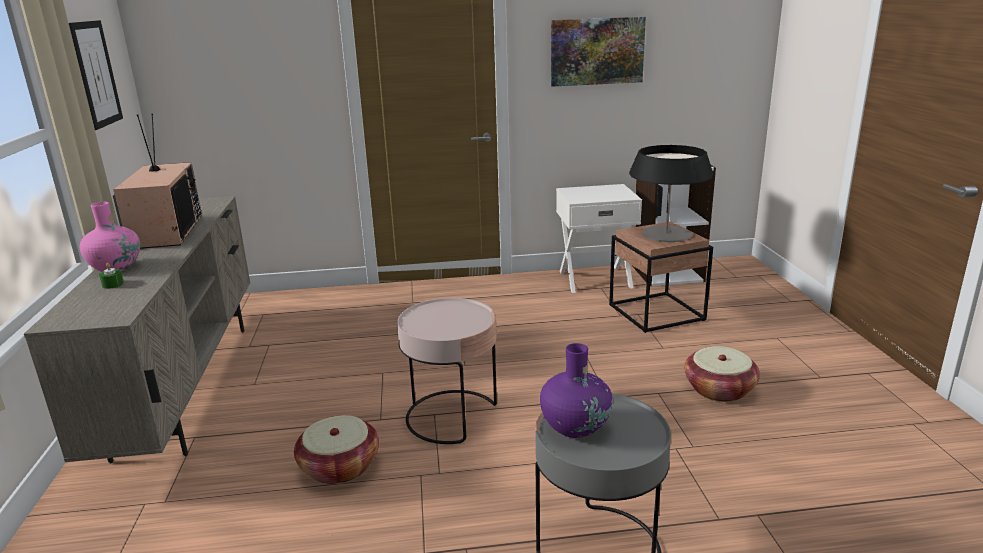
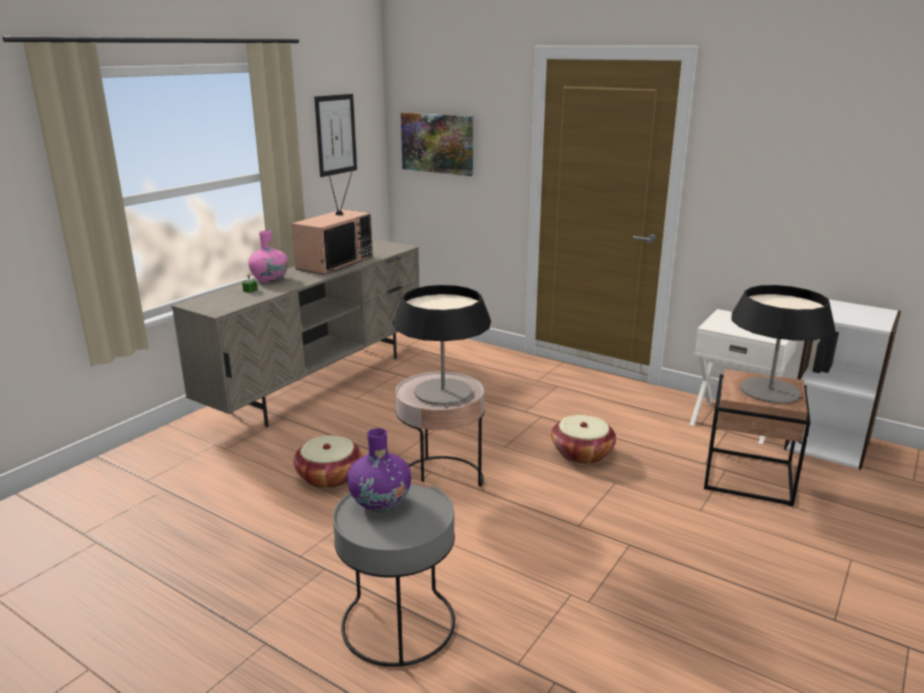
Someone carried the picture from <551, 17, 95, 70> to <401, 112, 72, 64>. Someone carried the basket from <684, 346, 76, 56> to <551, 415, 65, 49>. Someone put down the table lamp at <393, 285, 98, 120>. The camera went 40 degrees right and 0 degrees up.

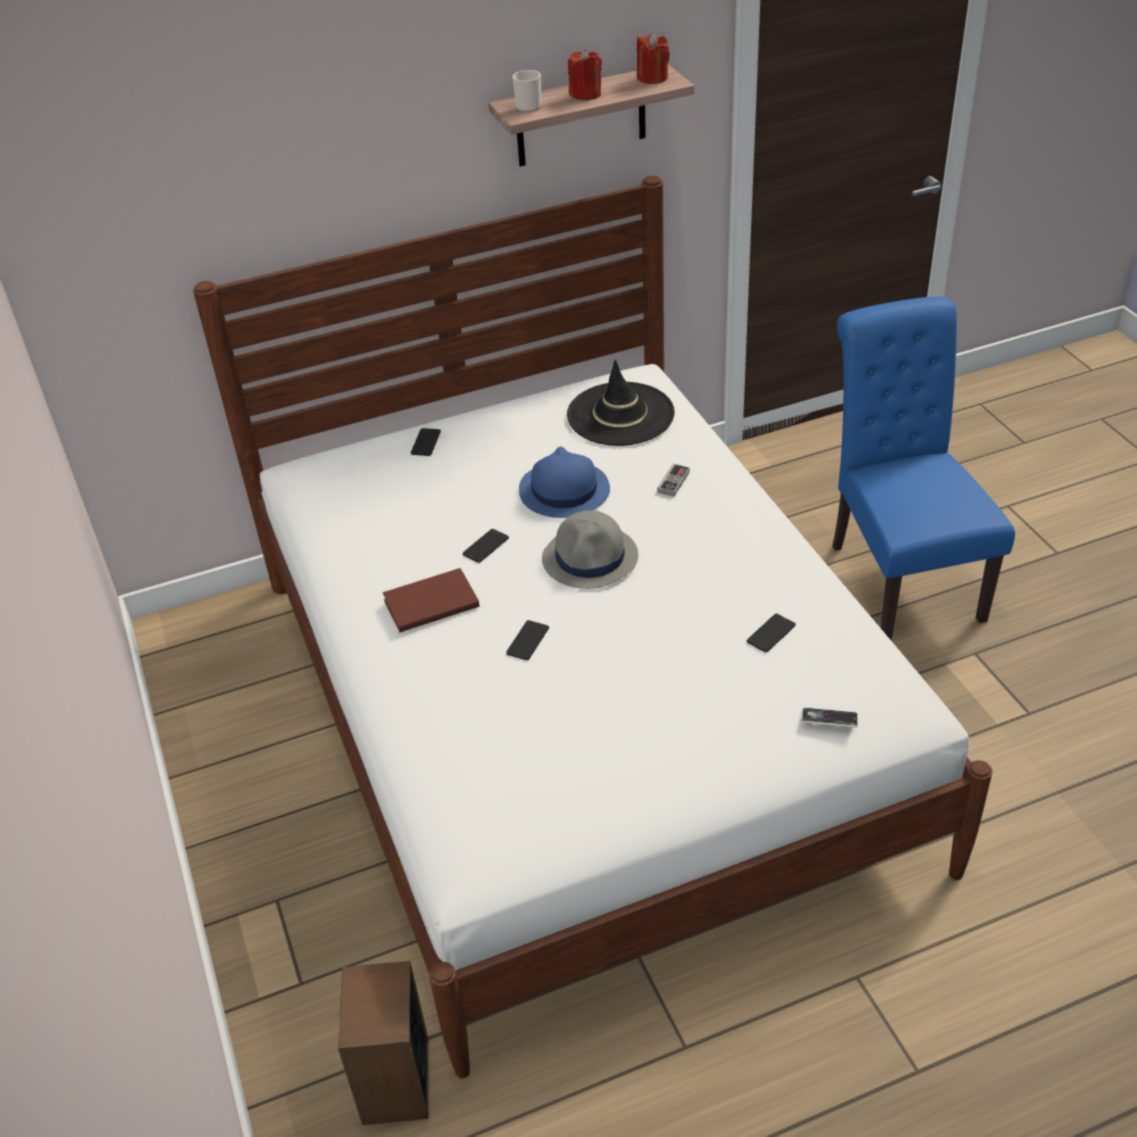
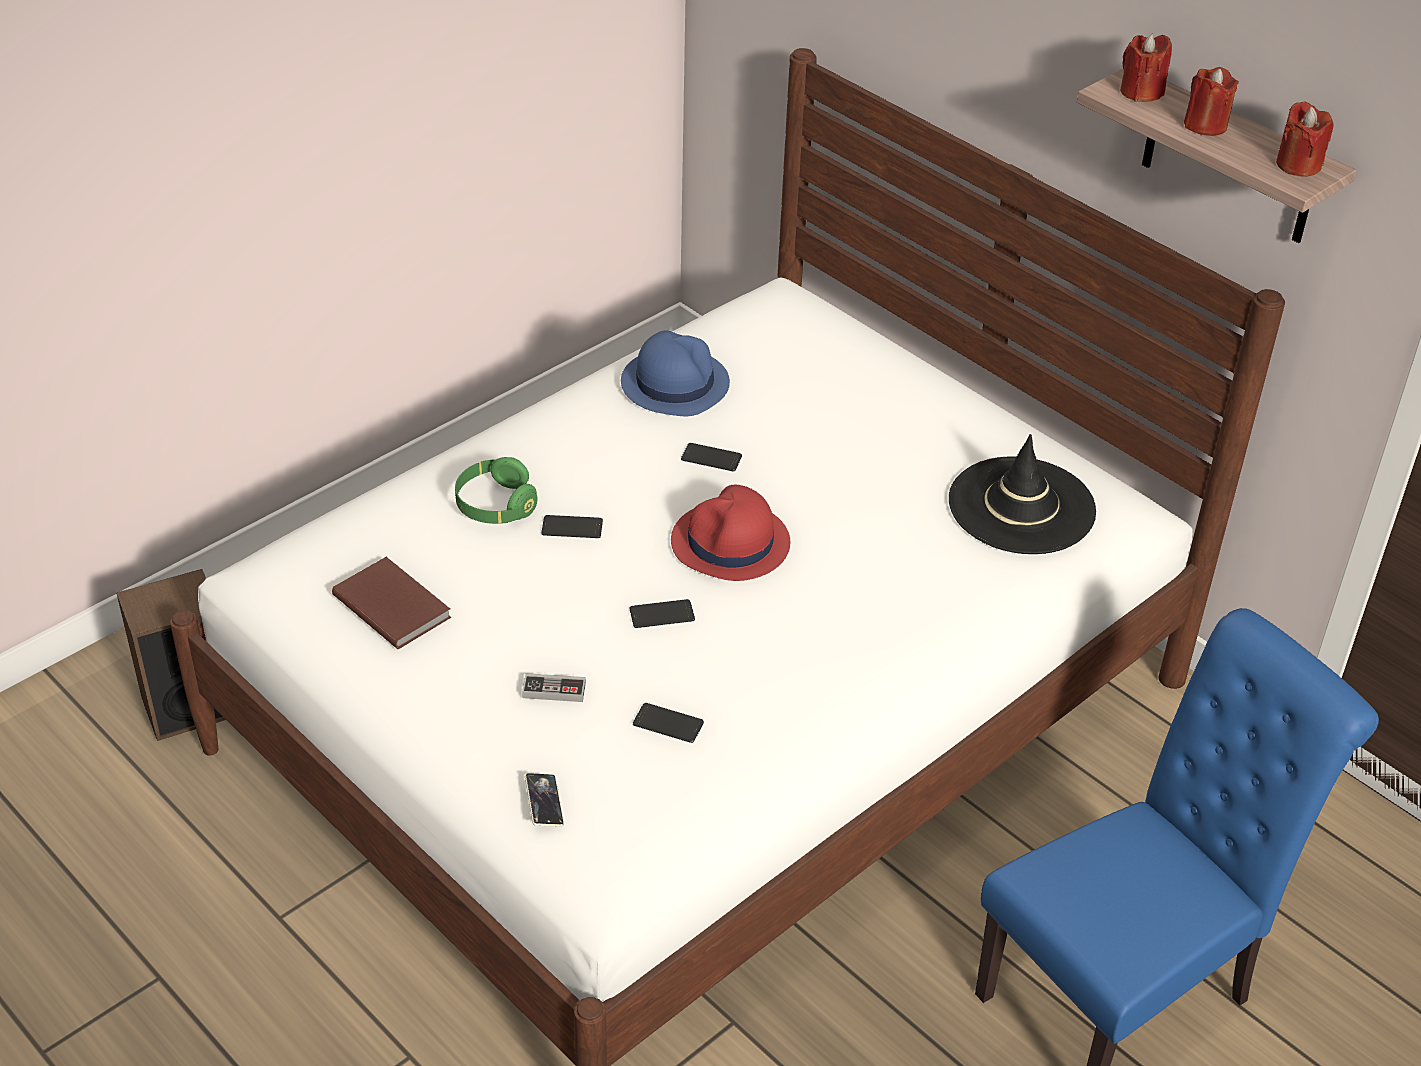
Someone carried the brown book from <382, 568, 98, 64> to <332, 557, 119, 92>. Someone carried the phone from <411, 428, 30, 28> to <630, 599, 65, 29>. Someone swapped the mug at <513, 70, 28, 42> for the red candle at <1120, 34, 52, 68>. Someone carried the blue hat from <519, 446, 91, 72> to <621, 330, 109, 86>. Someone repainted the grey hat at <542, 510, 96, 79>, which became the red hat at <671, 484, 119, 97>. Someone carried the game controller from <657, 464, 33, 33> to <522, 673, 64, 29>. Someone put down the green headphones at <455, 457, 83, 67>. The camera went 65 degrees right and 0 degrees up.

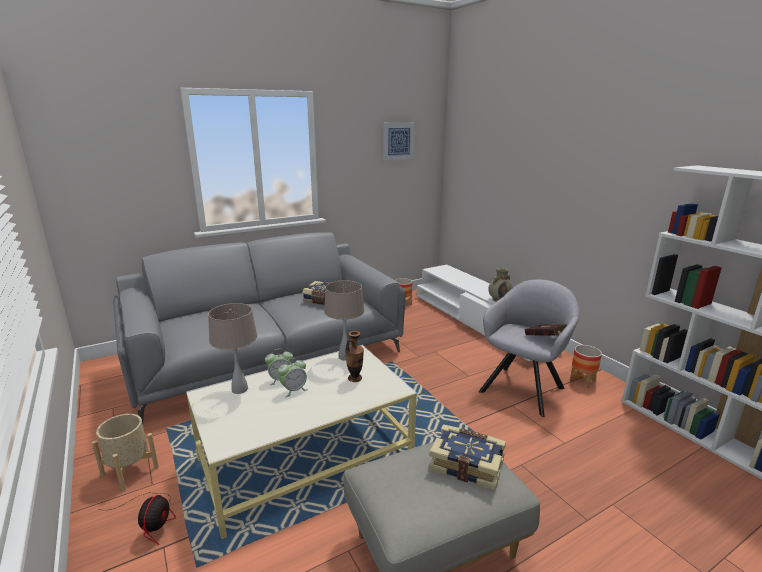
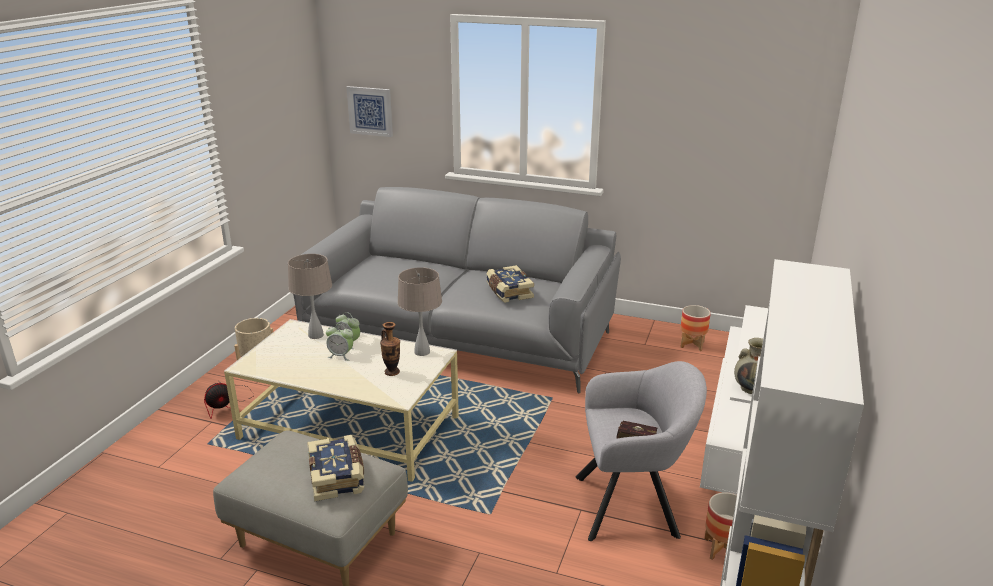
Someone carried the picture from <383, 123, 32, 37> to <346, 86, 47, 51>. The camera went 50 degrees right and 5 degrees up.

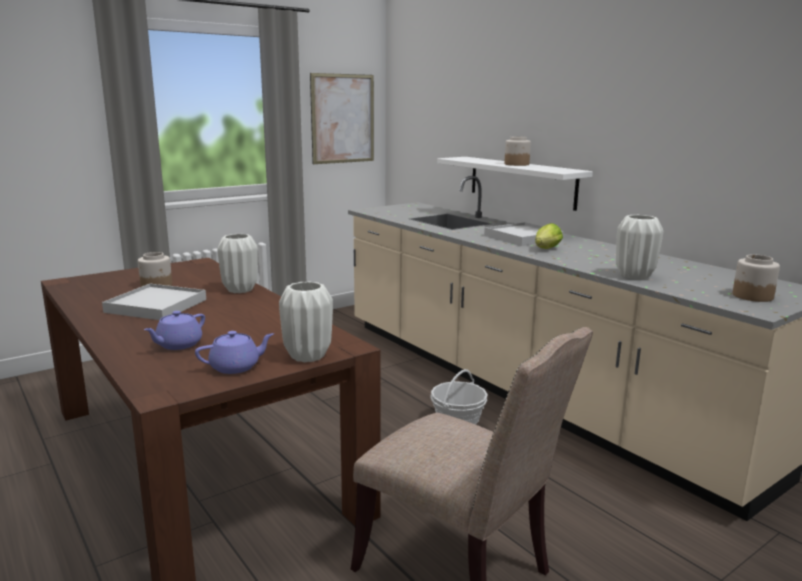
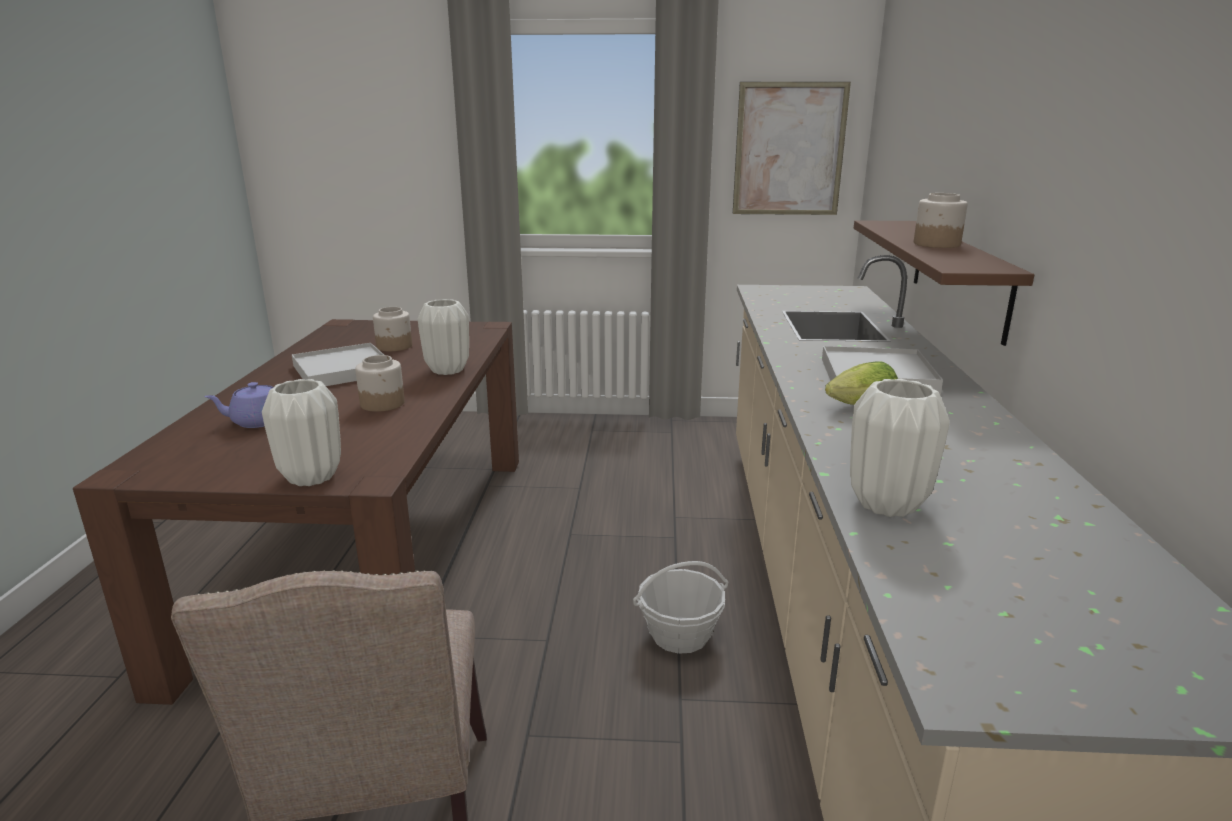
Someone took away the purple teapot at <195, 331, 79, 43>. Someone repainted the white shelf at <437, 157, 156, 54>, which became the brown shelf at <854, 220, 180, 126>. Someone carried the jar from <733, 255, 47, 47> to <355, 355, 50, 57>. The camera went 40 degrees right and 5 degrees up.

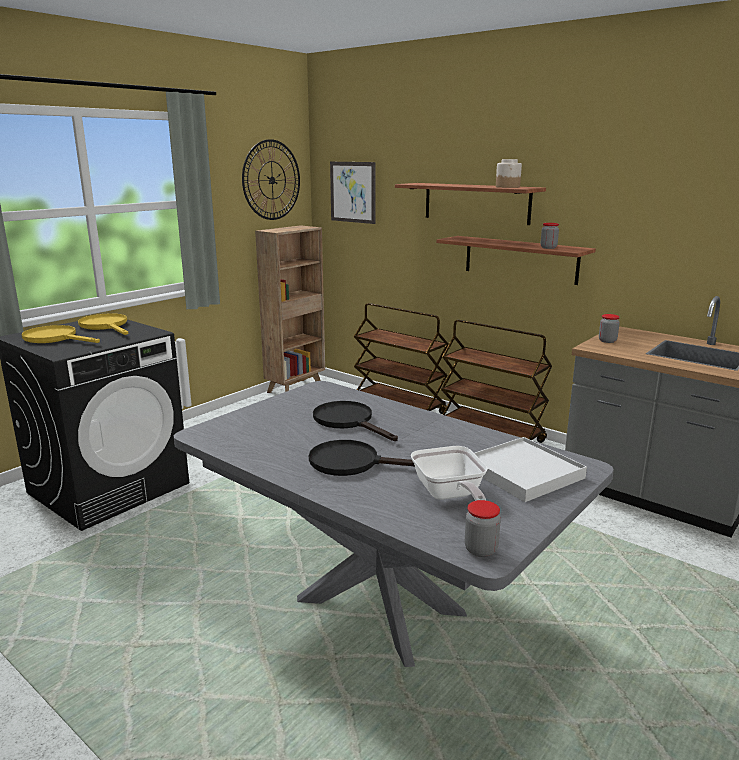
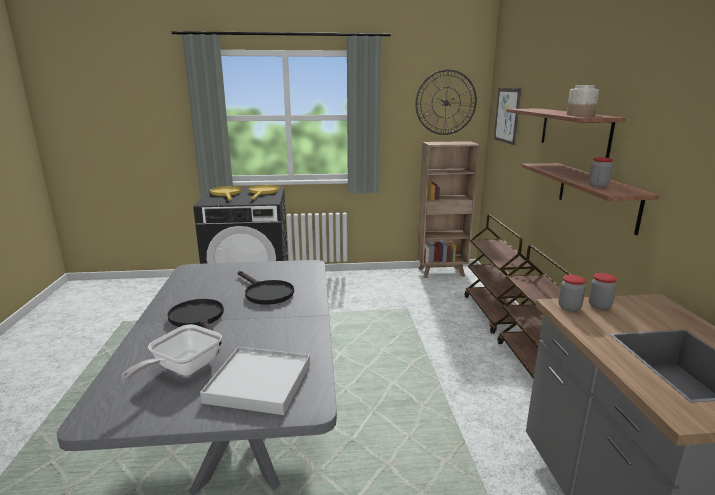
Someone rotated the black frying pan at <313, 401, 85, 40> by 135 degrees clockwise. Someone carried the jar from <465, 500, 36, 57> to <558, 275, 28, 36>. The camera went 45 degrees right and 0 degrees up.

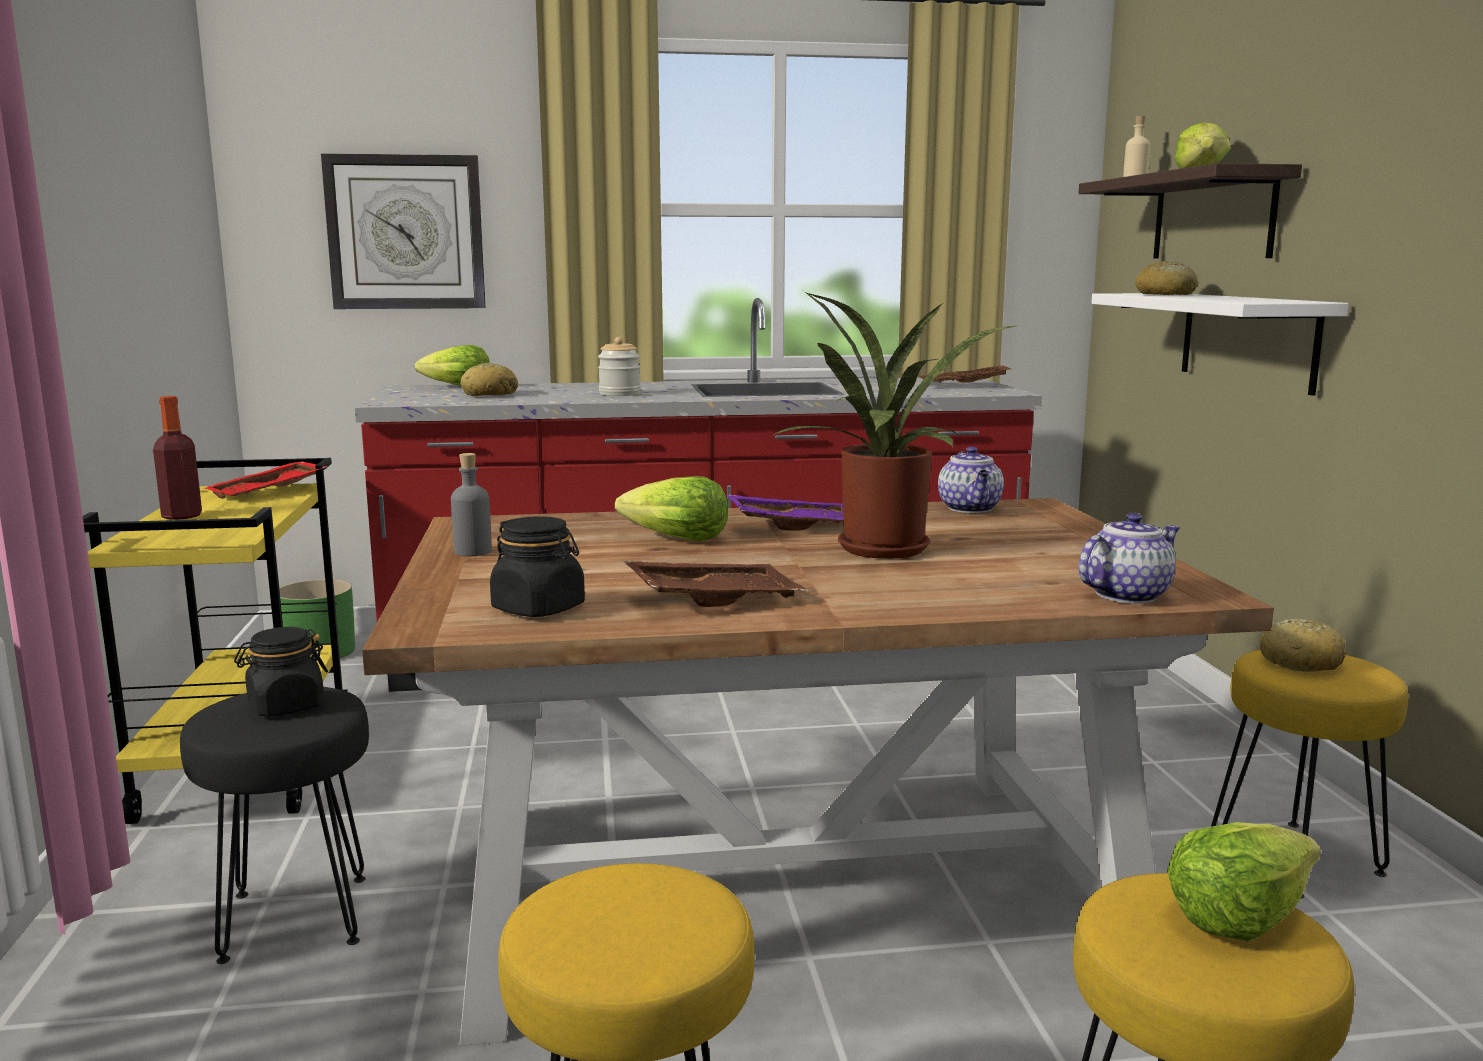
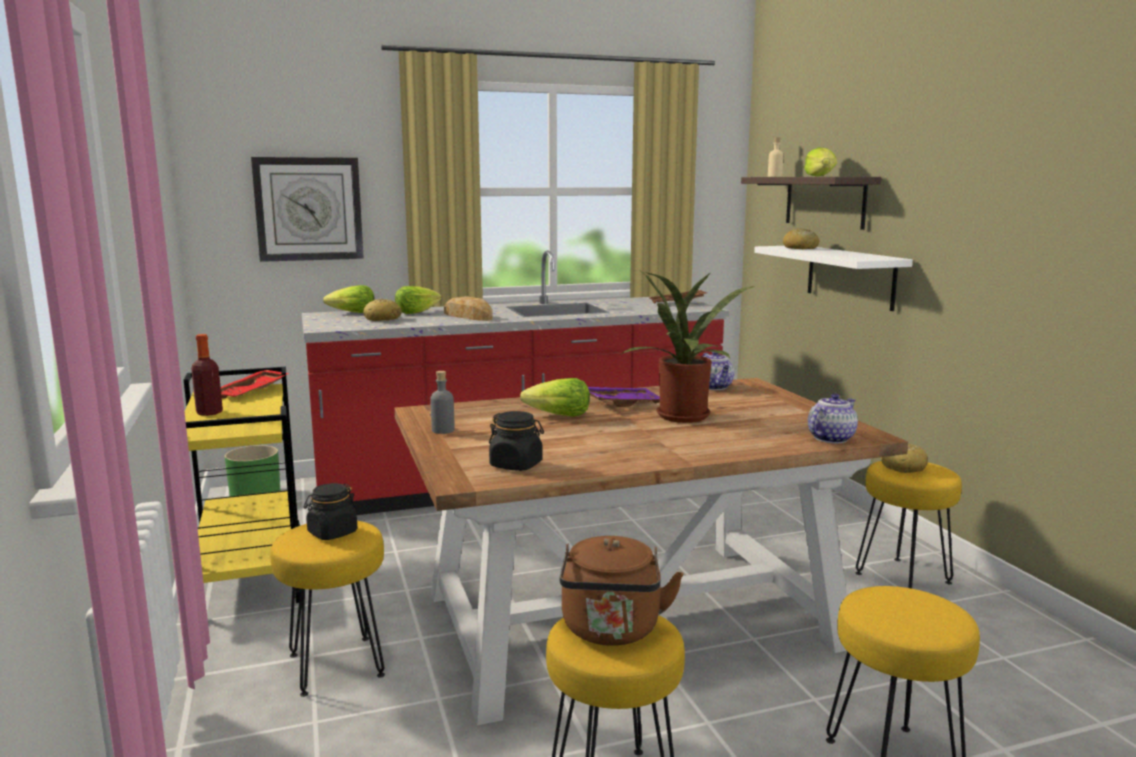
Someone repainted the black stool at <180, 687, 189, 277>, which became the yellow stool at <271, 521, 114, 176>. Someone swapped the jar at <598, 337, 43, 59> for the bread at <444, 296, 49, 25>. Someone took away the brown tray at <624, 561, 184, 46>. Someone carried the lettuce from <1167, 822, 154, 119> to <395, 286, 47, 28>. Someone put down the brown kettle at <559, 536, 124, 110>. The camera went 10 degrees left and 0 degrees up.

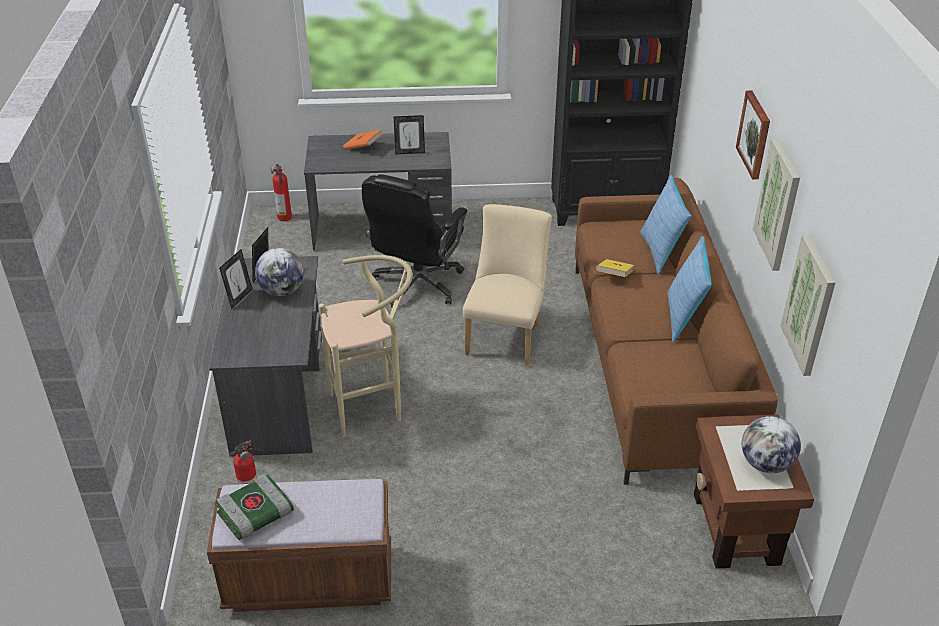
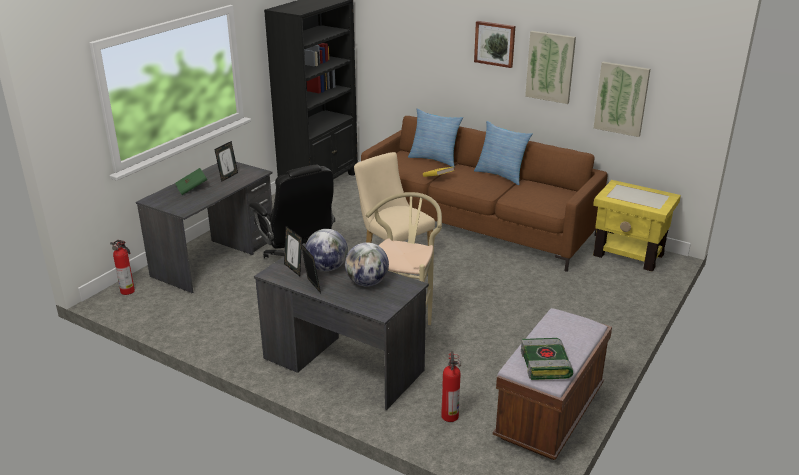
Someone repainted the orange book at <343, 130, 40, 20>, which became the green book at <175, 168, 33, 27>. Someone repainted the brown side table at <694, 414, 120, 154>, which became the yellow side table at <593, 180, 88, 92>. Someone carried the globe from <742, 416, 59, 57> to <345, 242, 44, 44>. The camera went 55 degrees left and 10 degrees down.

